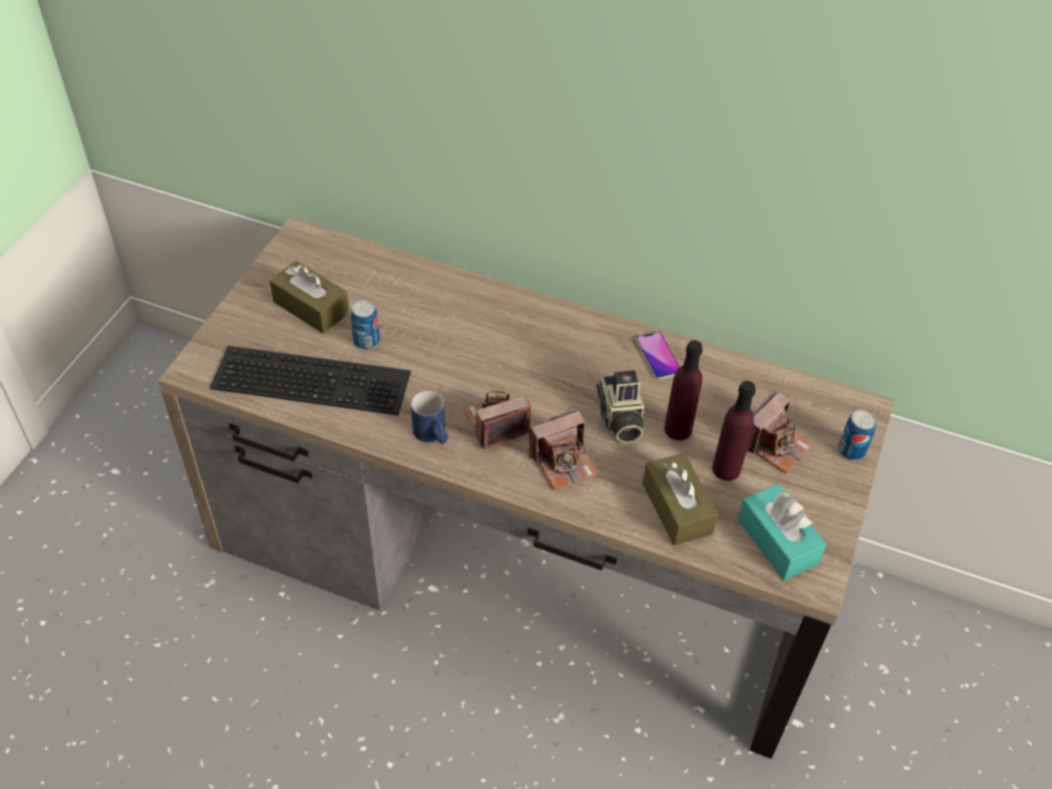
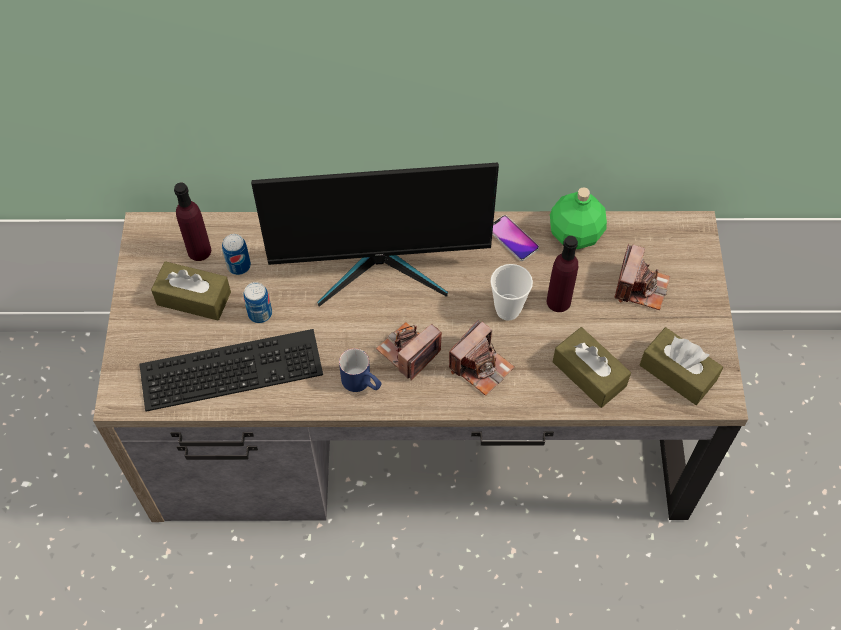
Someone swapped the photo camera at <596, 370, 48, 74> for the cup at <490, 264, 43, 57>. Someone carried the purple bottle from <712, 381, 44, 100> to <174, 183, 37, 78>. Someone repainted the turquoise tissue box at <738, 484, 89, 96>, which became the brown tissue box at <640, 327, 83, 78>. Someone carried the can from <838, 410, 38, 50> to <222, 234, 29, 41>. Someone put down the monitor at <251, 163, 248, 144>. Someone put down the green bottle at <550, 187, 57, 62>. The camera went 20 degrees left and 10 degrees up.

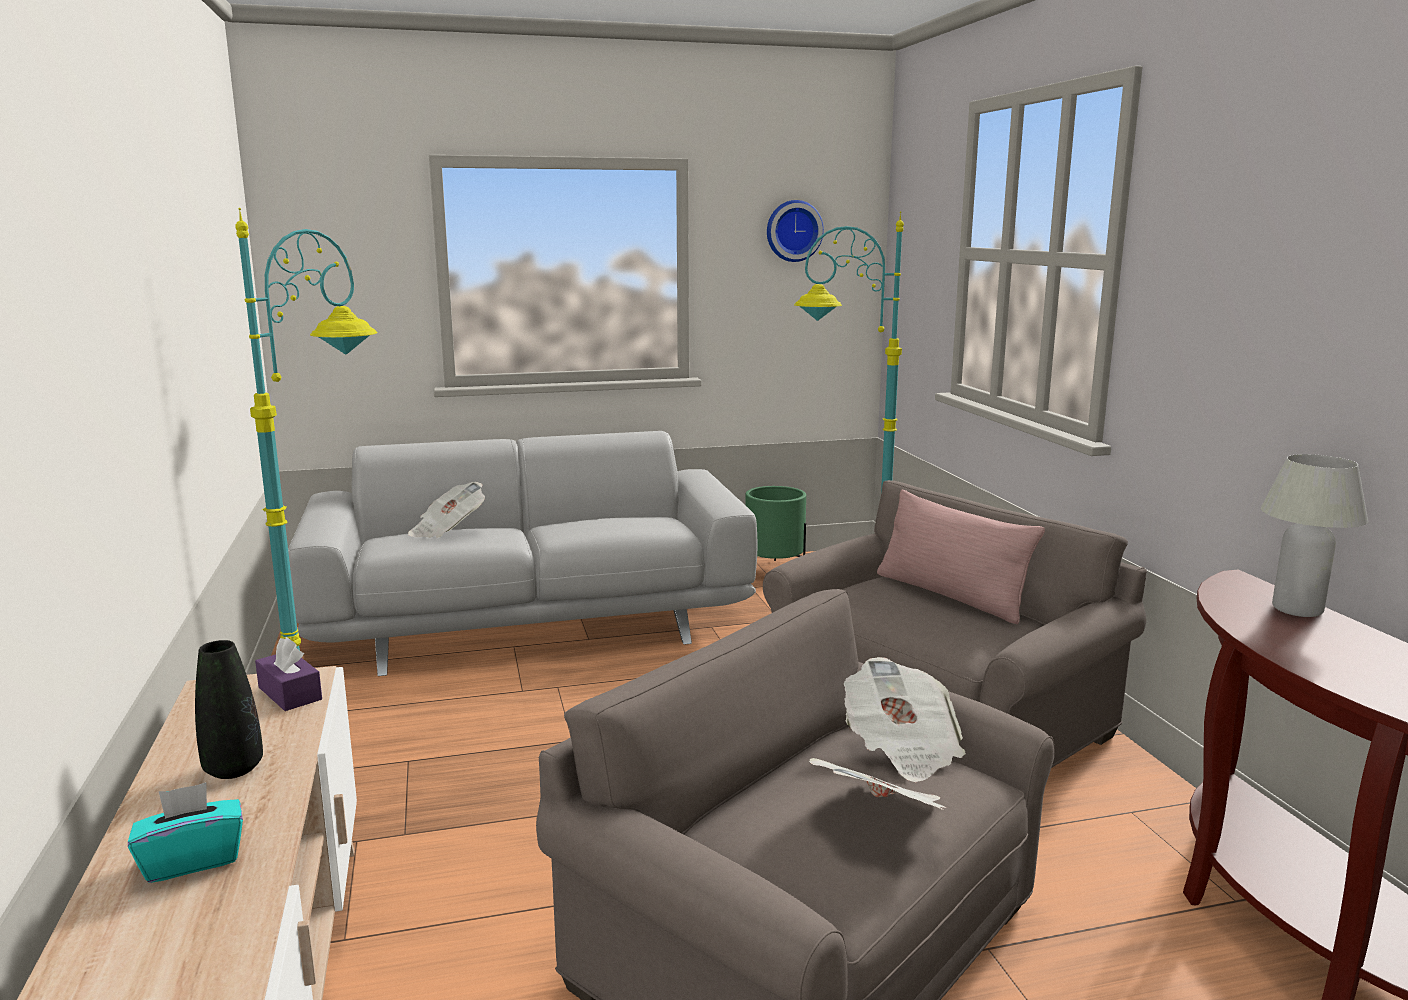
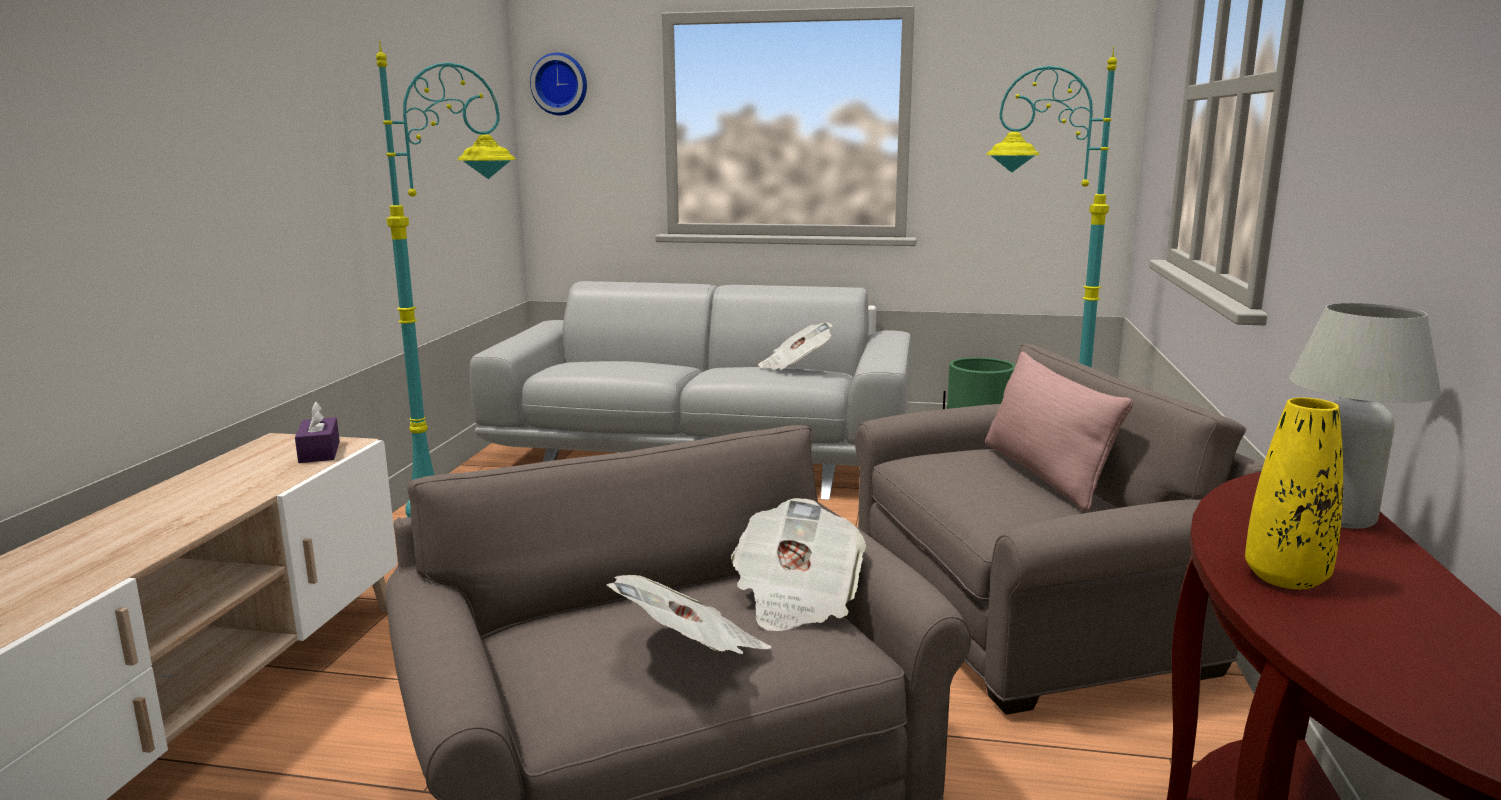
Someone took away the turquoise tissue box at <128, 782, 115, 101>. Someone took away the black vase at <195, 640, 68, 139>. Someone carried the newspaper from <408, 482, 77, 56> to <758, 322, 75, 48>. Someone carried the wall clock from <767, 200, 57, 62> to <530, 53, 57, 62>. Someone put down the yellow vase at <1245, 398, 98, 191>. The camera went 25 degrees right and 0 degrees up.

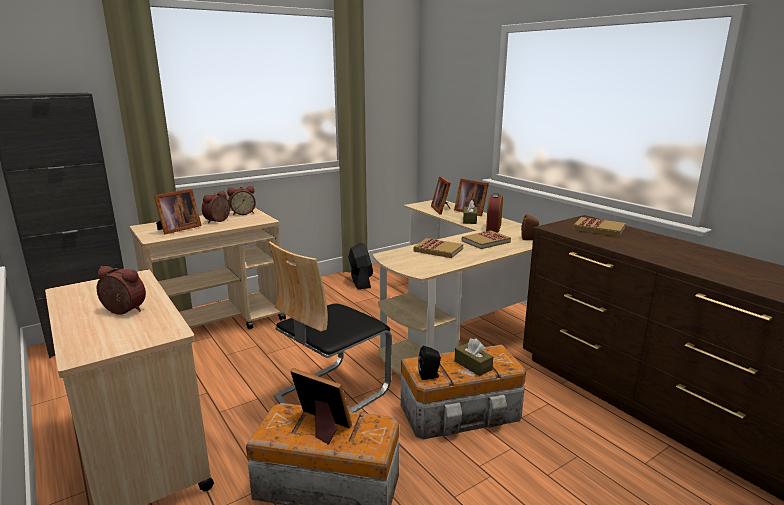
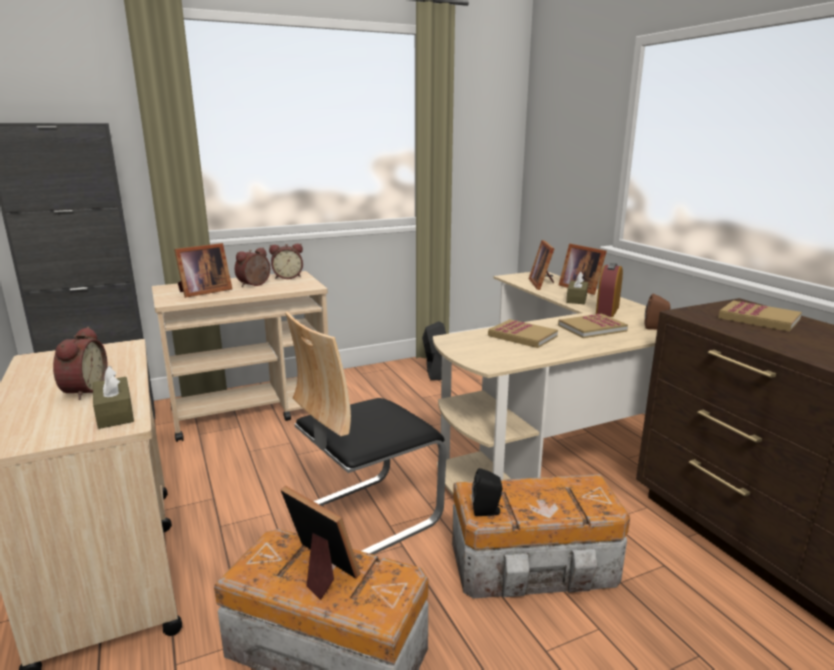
Someone rotated the alarm clock at <97, 266, 49, 49> by 60 degrees clockwise. Someone carried the brown tissue box from <455, 338, 38, 38> to <93, 366, 41, 63>. The camera went 10 degrees right and 0 degrees up.

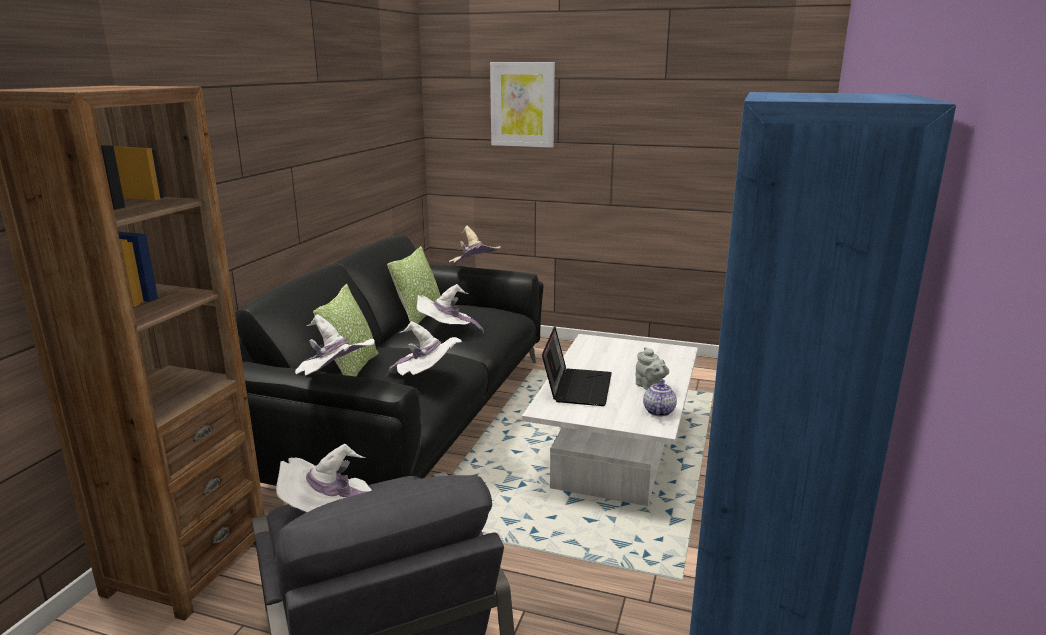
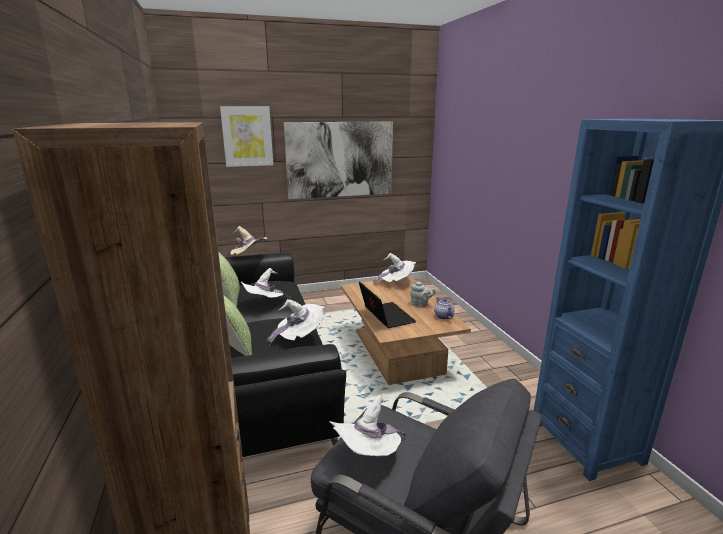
Someone carried the white hat from <295, 314, 80, 62> to <373, 253, 43, 30>. Someone repainted the white coffee table at <522, 334, 176, 172>, which became the brown coffee table at <341, 277, 130, 108>. Someone put up the picture at <284, 121, 109, 78>. The camera went 35 degrees left and 0 degrees up.

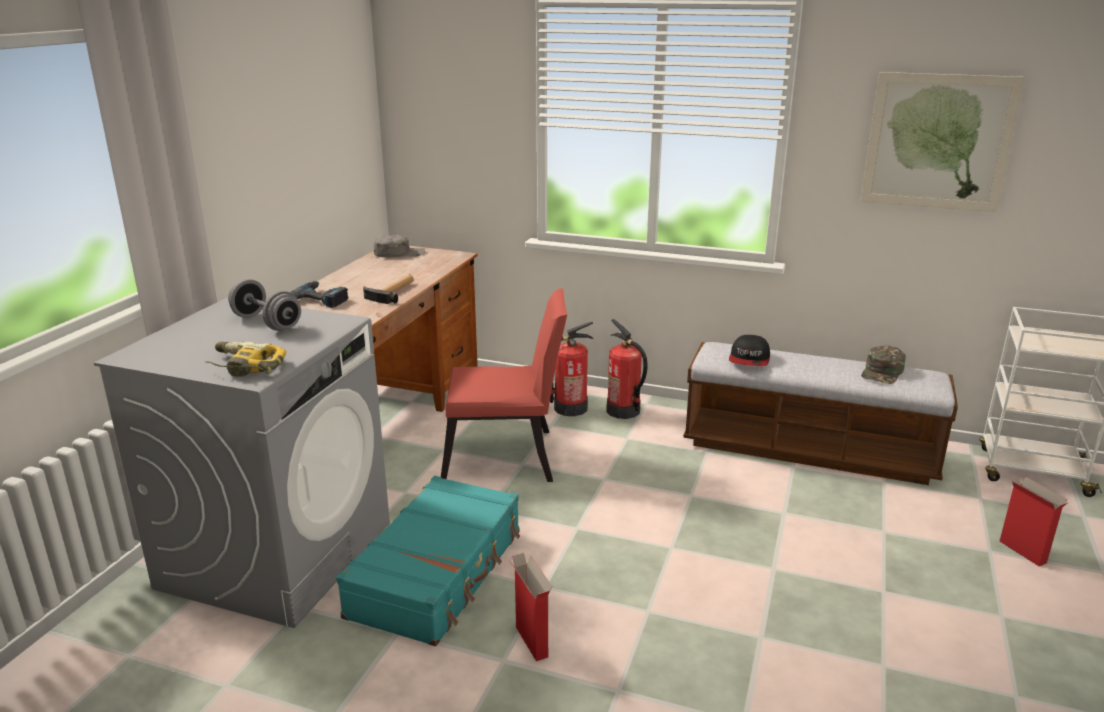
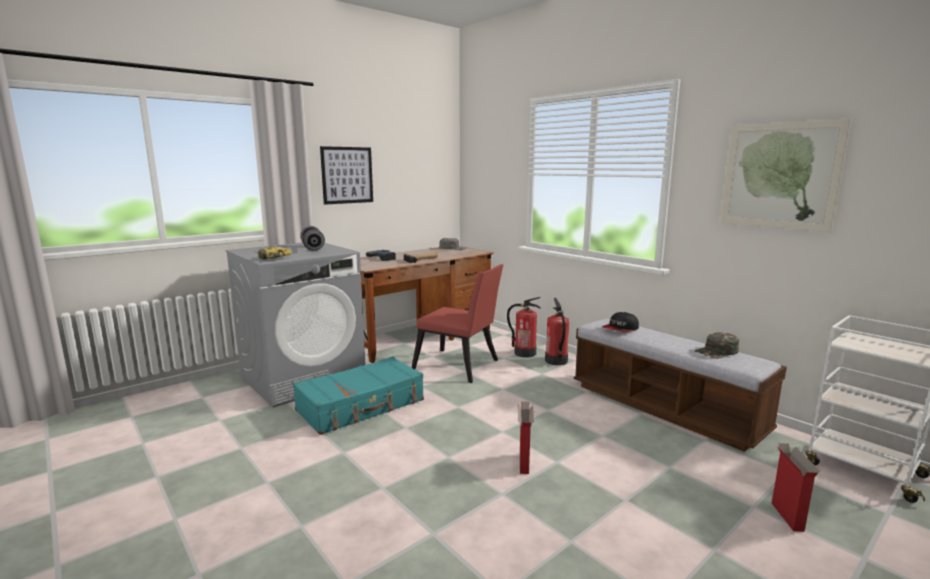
Someone carried the cardboard box from <511, 553, 42, 108> to <518, 402, 16, 72>. Someone put up the picture at <320, 146, 53, 59>. The camera went 30 degrees right and 10 degrees down.

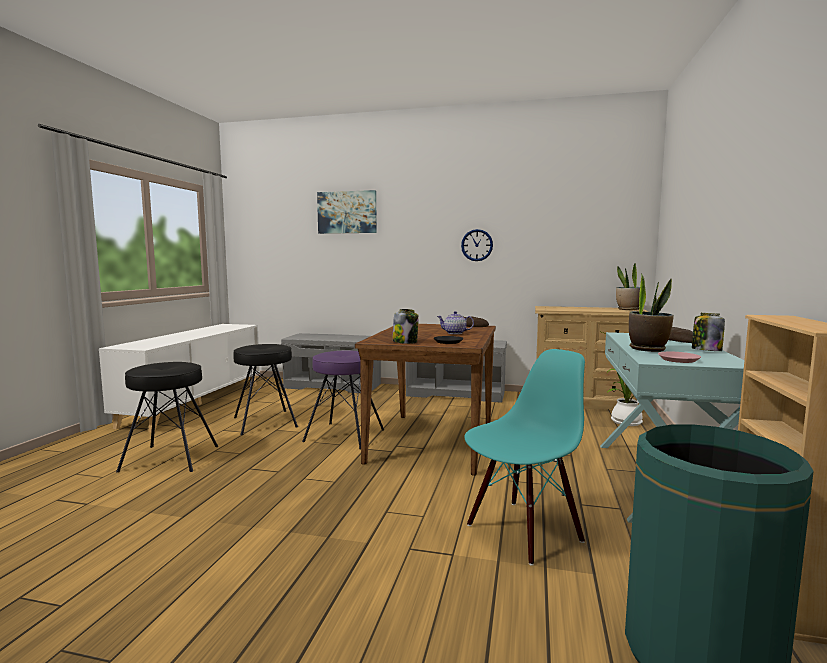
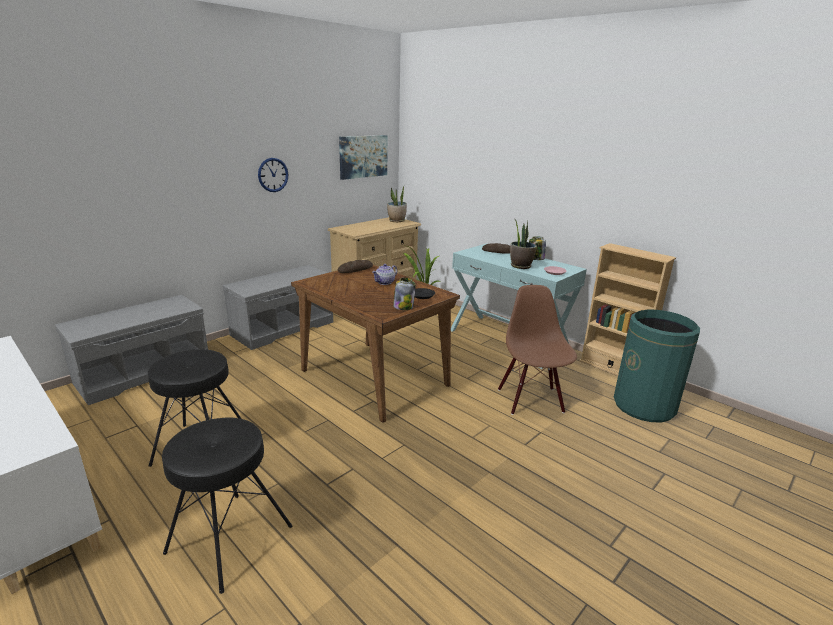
Someone took away the purple stool at <302, 351, 82, 98>. Someone carried the picture from <317, 190, 60, 44> to <339, 135, 49, 45>. Someone repainted the turquoise chair at <464, 349, 121, 217>, which became the brown chair at <498, 285, 79, 130>. The camera went 60 degrees left and 15 degrees up.

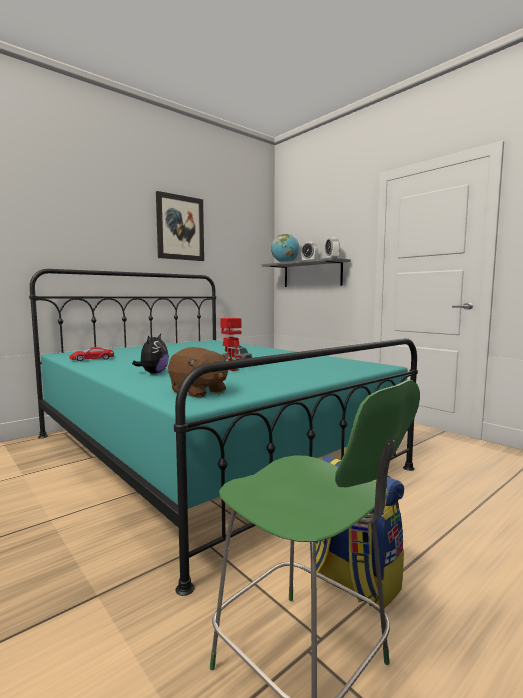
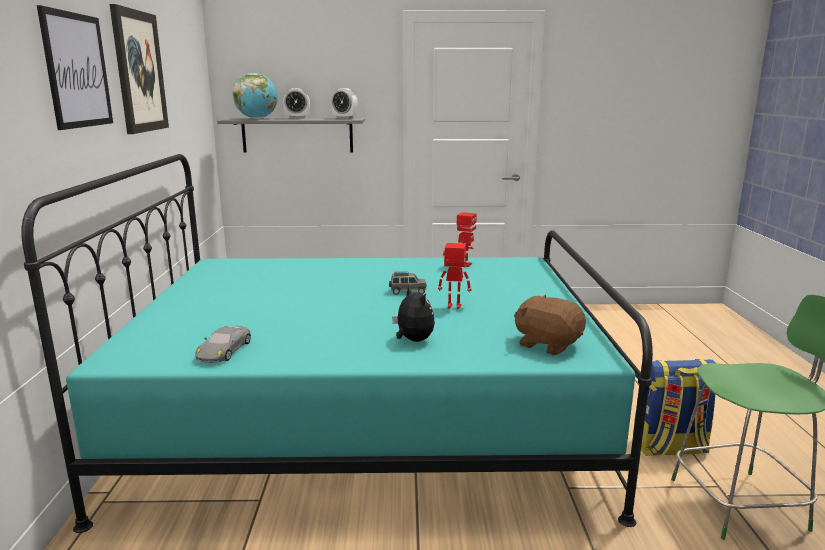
Someone repainted the red toy car at <69, 347, 45, 14>, which became the grey toy car at <195, 325, 56, 38>. Someone rotated the brown plush toy at <168, 347, 61, 51> by 135 degrees counterclockwise. Someone put up the picture at <37, 5, 76, 125>. Someone put down the toy robot at <457, 212, 20, 55>. The camera went 50 degrees left and 10 degrees up.

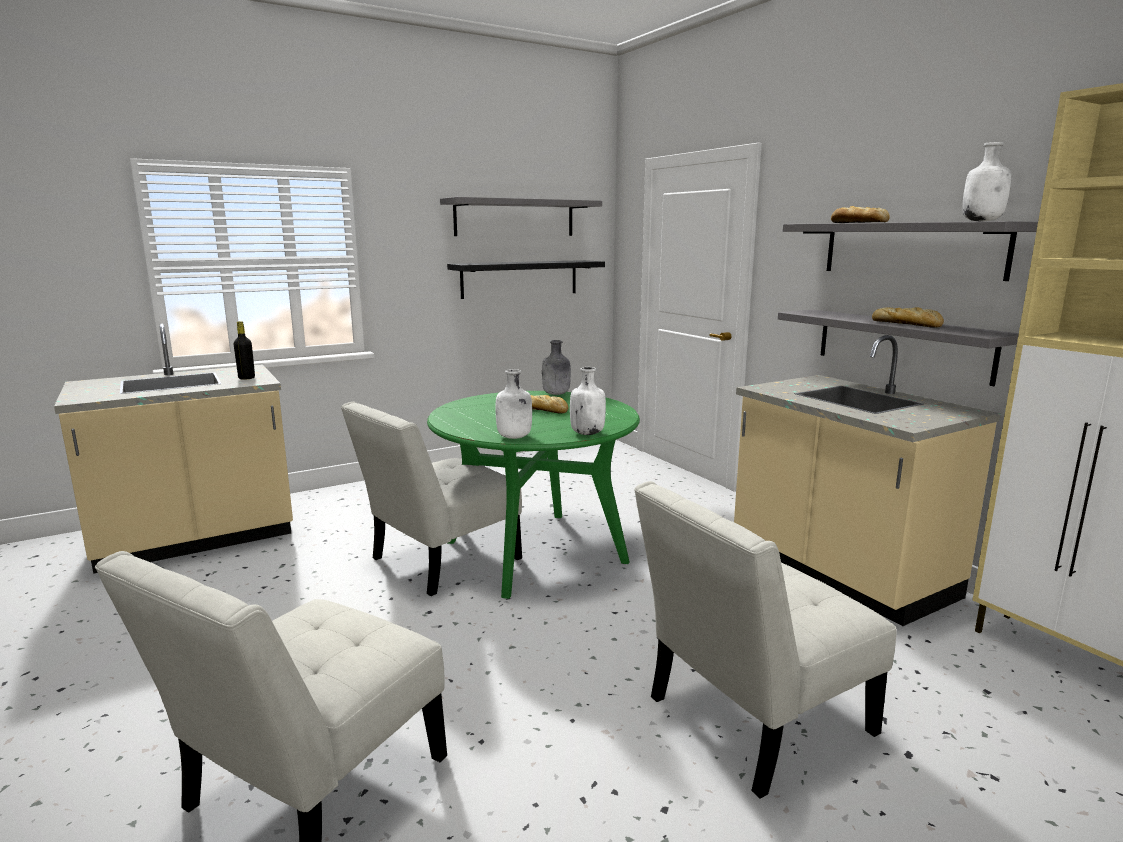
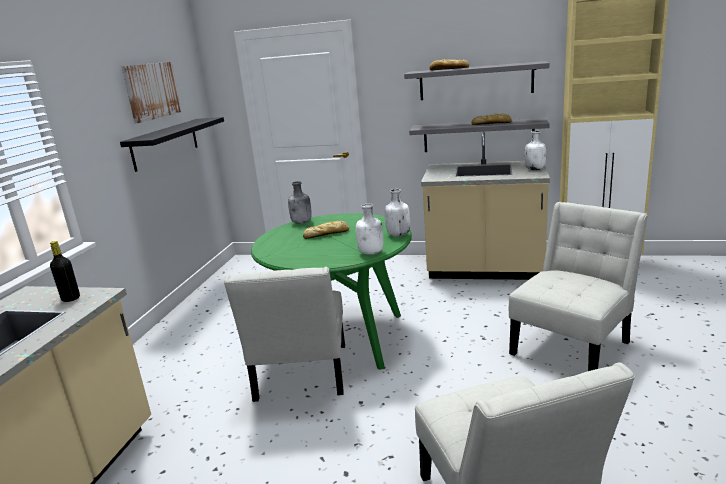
Someone swapped the grey shelf at <440, 197, 162, 39> for the picture at <122, 62, 60, 61>. Someone rotated the white chair at <634, 481, 263, 318> by 150 degrees counterclockwise. Someone carried the white bottle from <962, 142, 49, 79> to <525, 131, 21, 39>. The camera went 45 degrees left and 5 degrees up.

